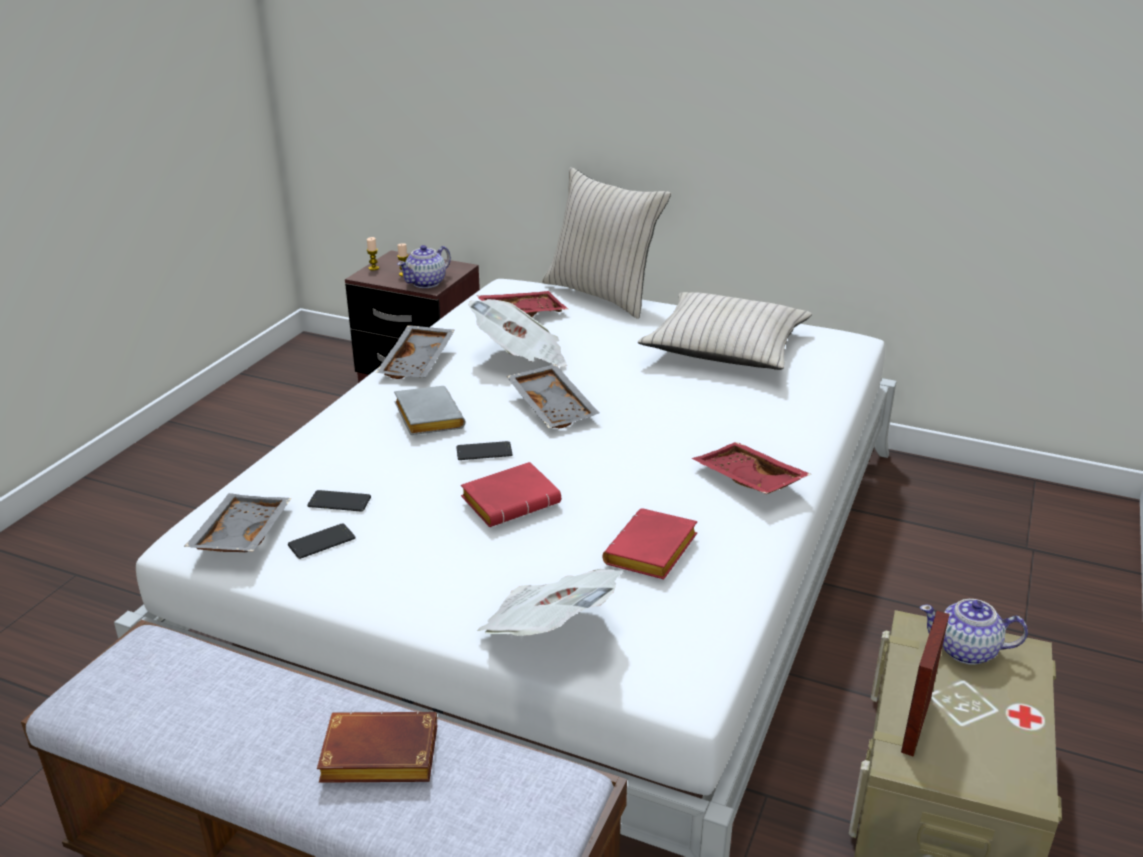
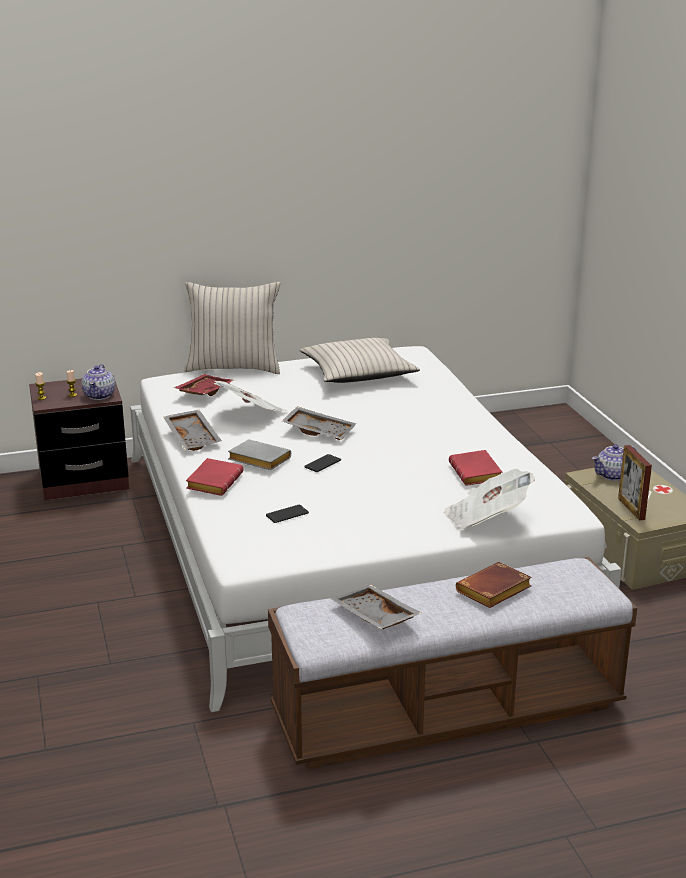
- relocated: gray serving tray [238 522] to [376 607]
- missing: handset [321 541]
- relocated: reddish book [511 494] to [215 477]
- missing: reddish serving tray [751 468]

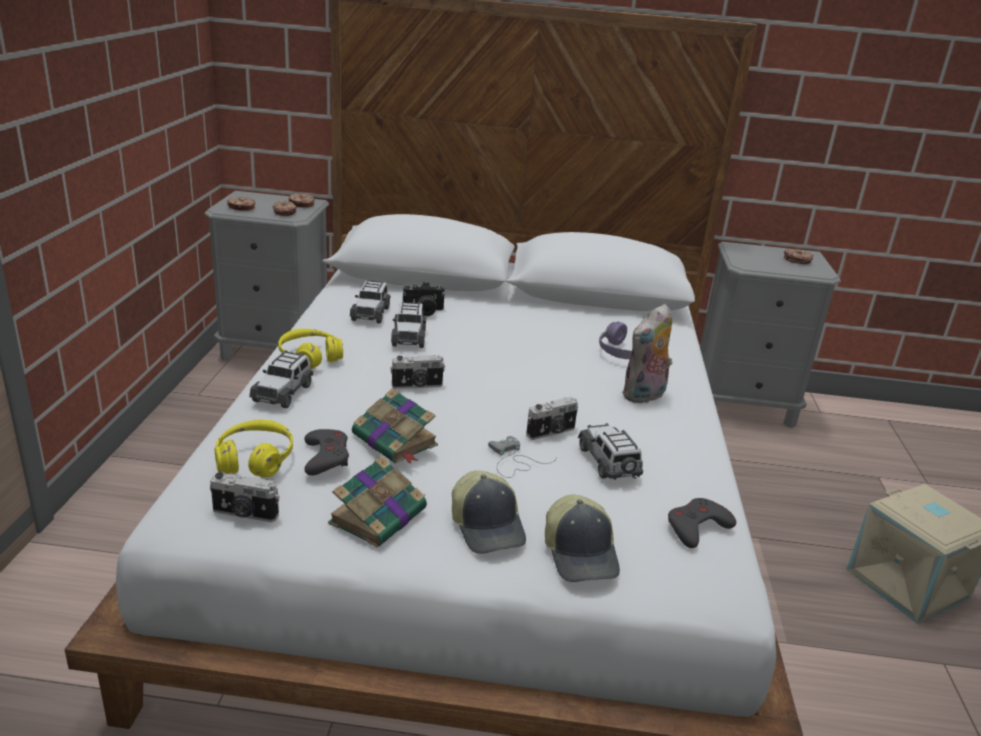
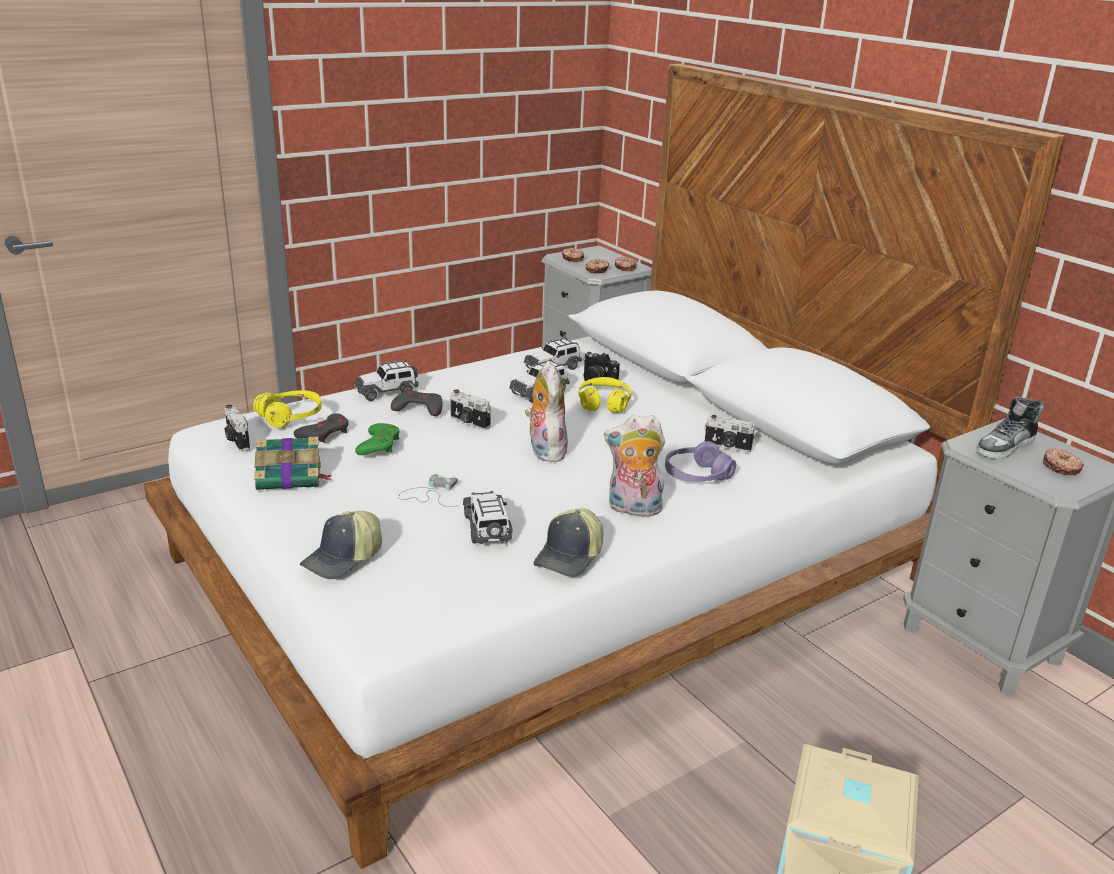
- relocated: yellow pair of headphones [310 349] to [604 395]
- exchanged: book [395 426] to green-coloured gamepad [377 439]
- relocated: cap [489 512] to [568 542]
- relocated: photo camera [552 418] to [730 433]
- spun: toy car [610 451] = [487 517] 45 degrees counterclockwise
- relocated: gray gamepad [702 523] to [416 402]
- appeared: soft toy [546 411]
- appeared: shoe [1010 428]

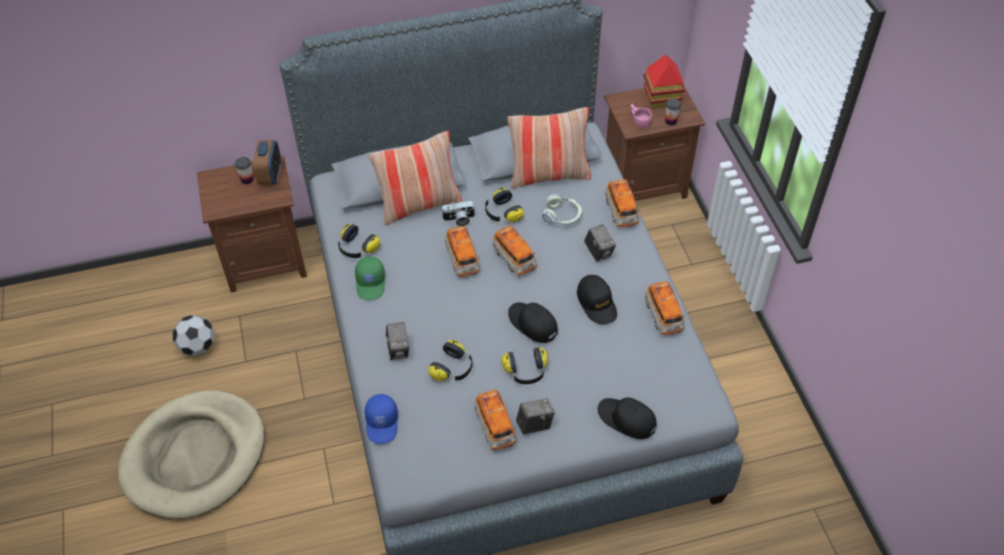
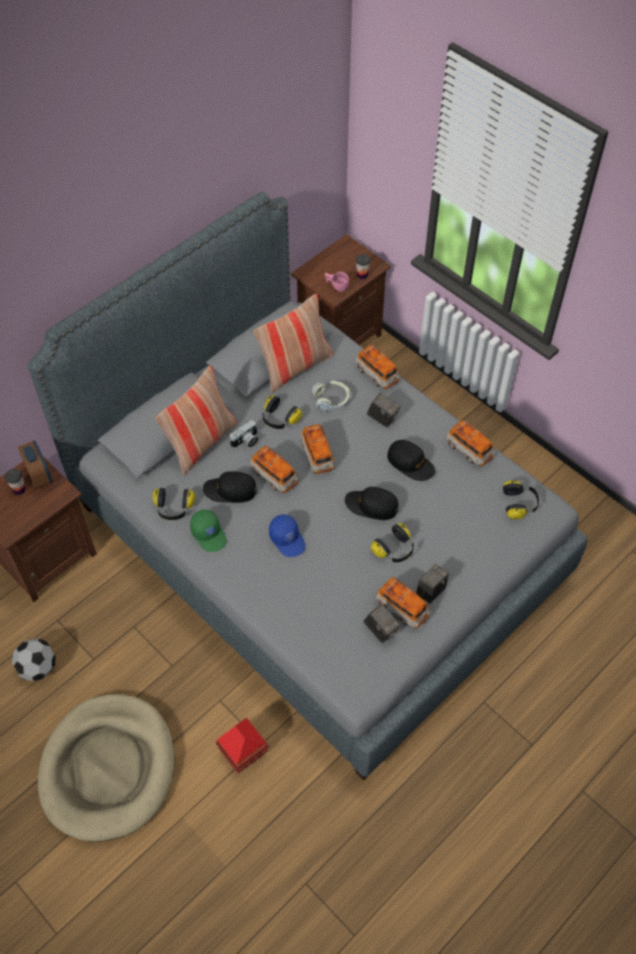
- relocated: blue-coloured cap [381 419] to [287 535]
- relocated: photo camera [397 341] to [382 623]
- relocated: pair of headphones [450 361] to [521 500]
- spun: toy car [514 250] = [318 449] 45 degrees clockwise
- relocated: black-coloured cap [627 418] to [230 487]
- relocated: miniature house [664 81] to [242 745]

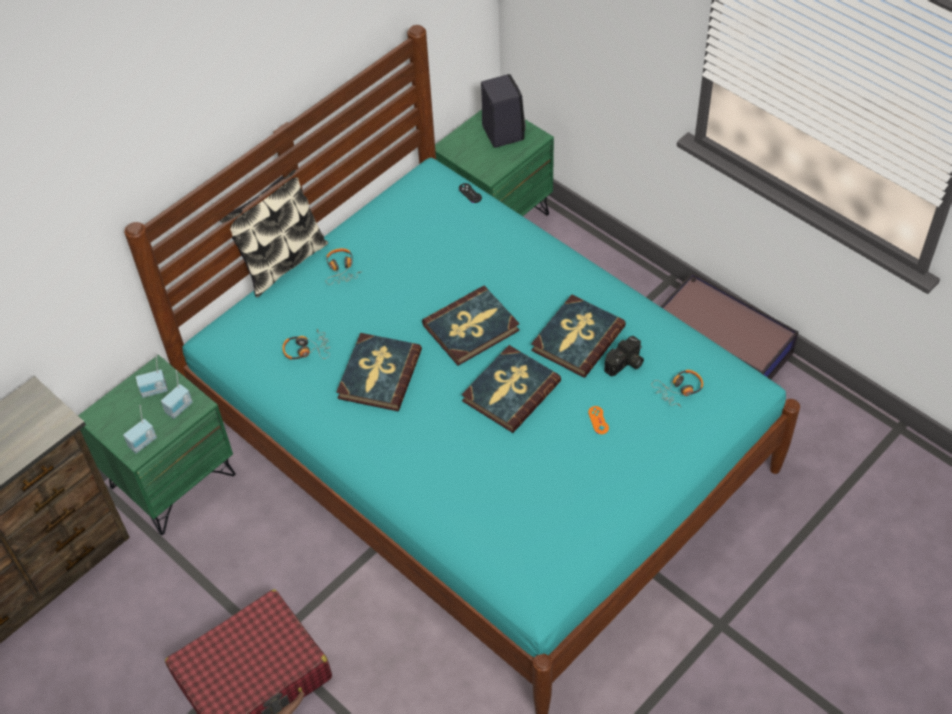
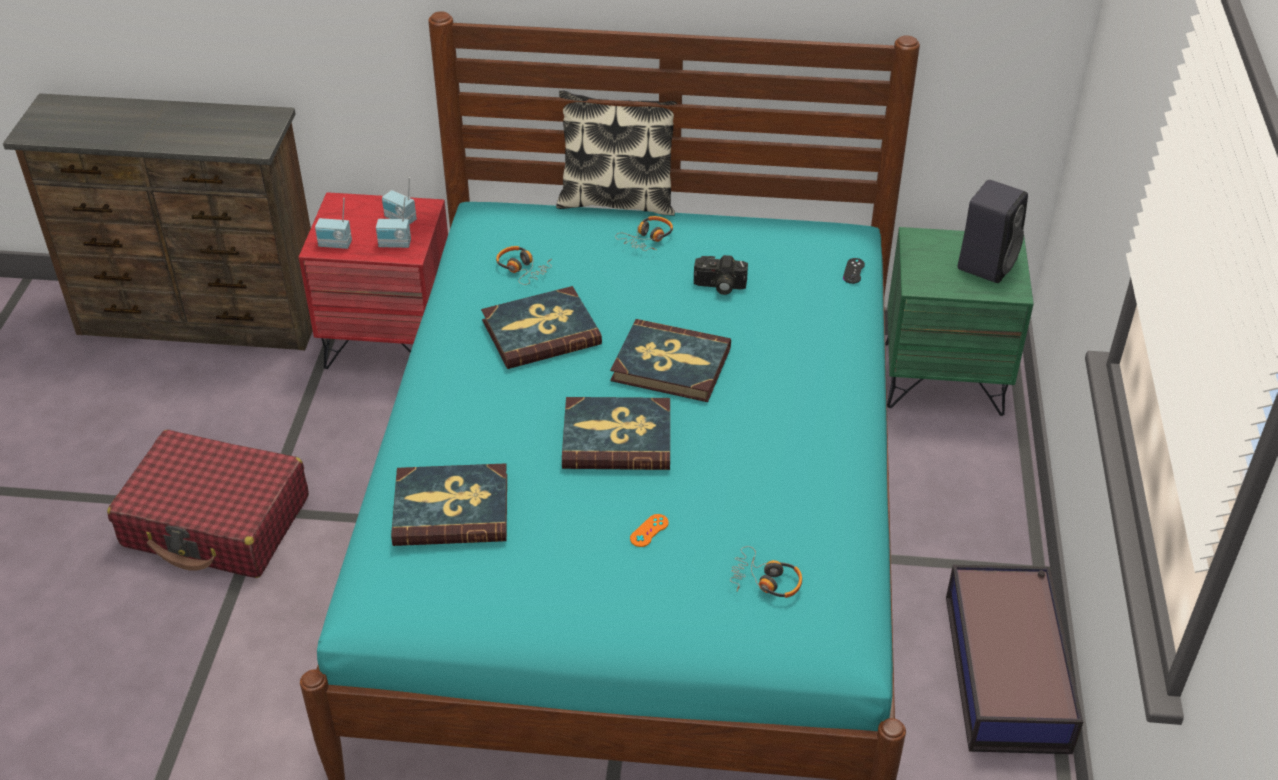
- colour: green-coloured bedside table [157 445] to reddish bedside table [373 280]
- relocated: book [578 336] to [449 504]
- relocated: photo camera [624 356] to [721 275]

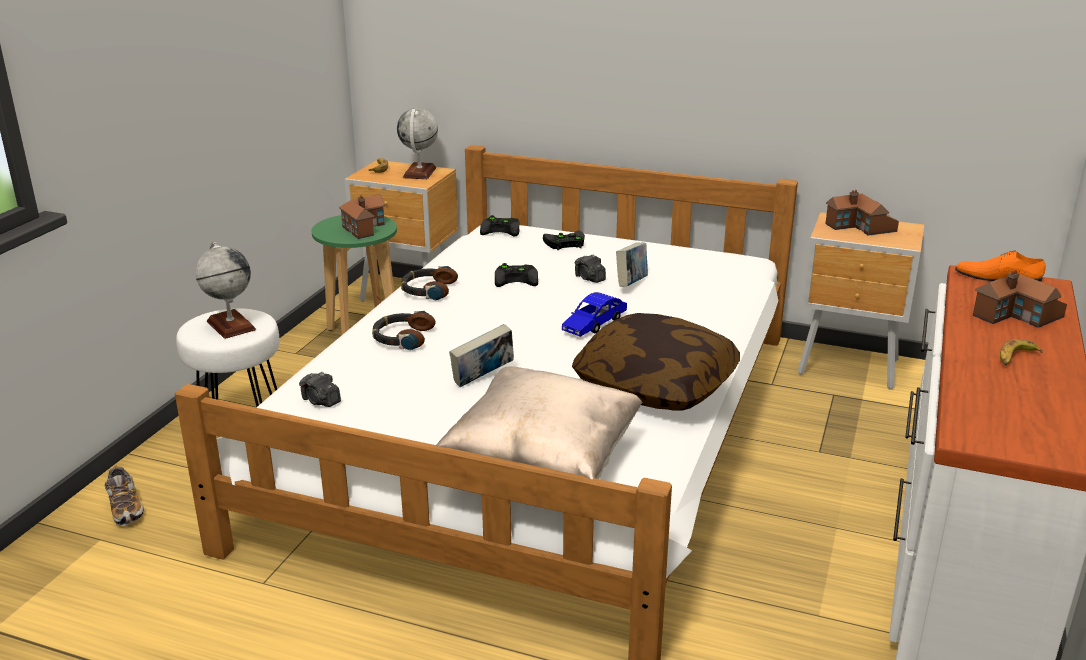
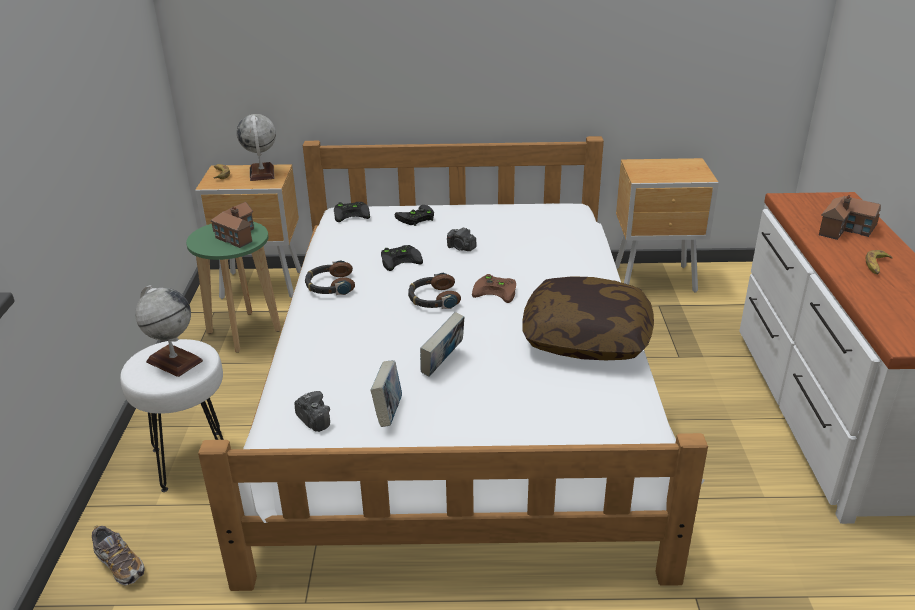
- spun: photo camera [320 389] = [312 411] 150 degrees counterclockwise
- relocated: pair of headphones [403 330] to [434 290]
- missing: beige cushion [539 422]
- exchanged: blue-coloured toy car [594 314] to brown gamepad [494 288]
- relocated: book [632 265] to [386 393]
- missing: miniature house [862 213]
- missing: orangey shoe [1000 266]

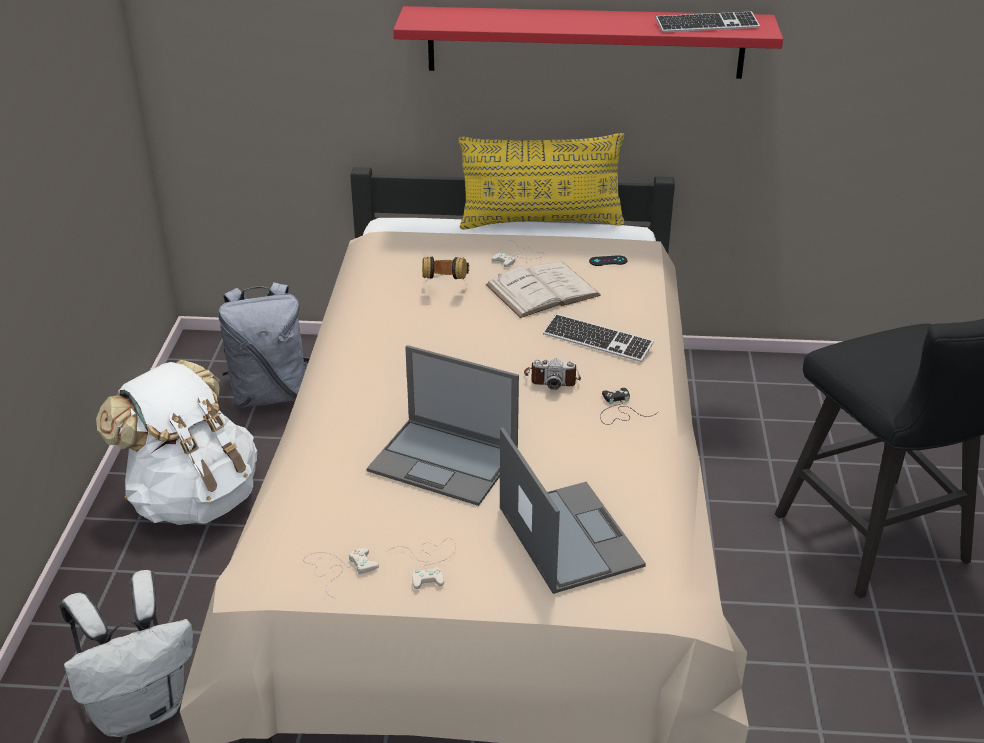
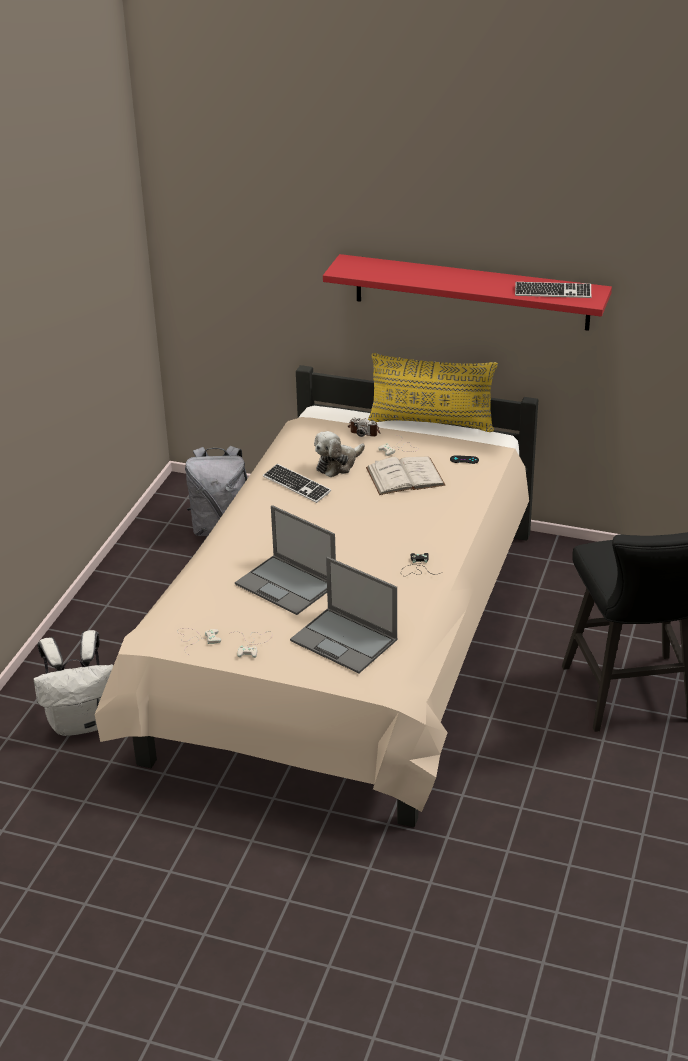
- missing: white-coloured knapsack [176 442]
- exchanged: pair of headphones [445 268] to soft toy [339 454]
- spun: portable computer [573 511] = [343 615] 135 degrees clockwise
- relocated: photo camera [552 374] to [364 427]
- relocated: computer keyboard [598 338] to [297 483]

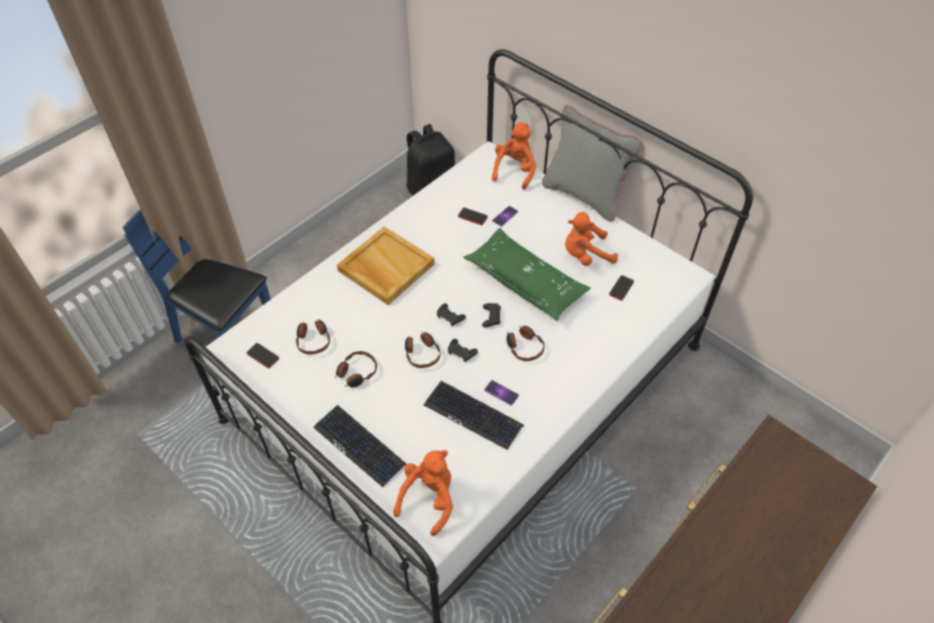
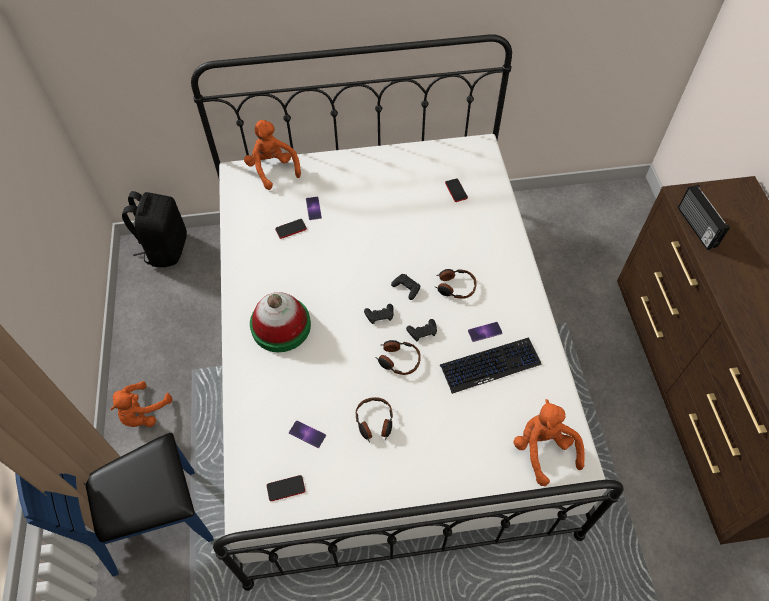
- exchanged: pair of headphones [313 336] to handset [307 434]
- missing: computer keyboard [360 446]
- exchanged: beige serving tray [386 265] to clothing hat [280 322]
- missing: green-coloured cushion [527 274]
- missing: gray cushion [592 163]
- relocated: orangey soft toy [591 239] to [141 404]
- appeared: radio receiver [704 217]

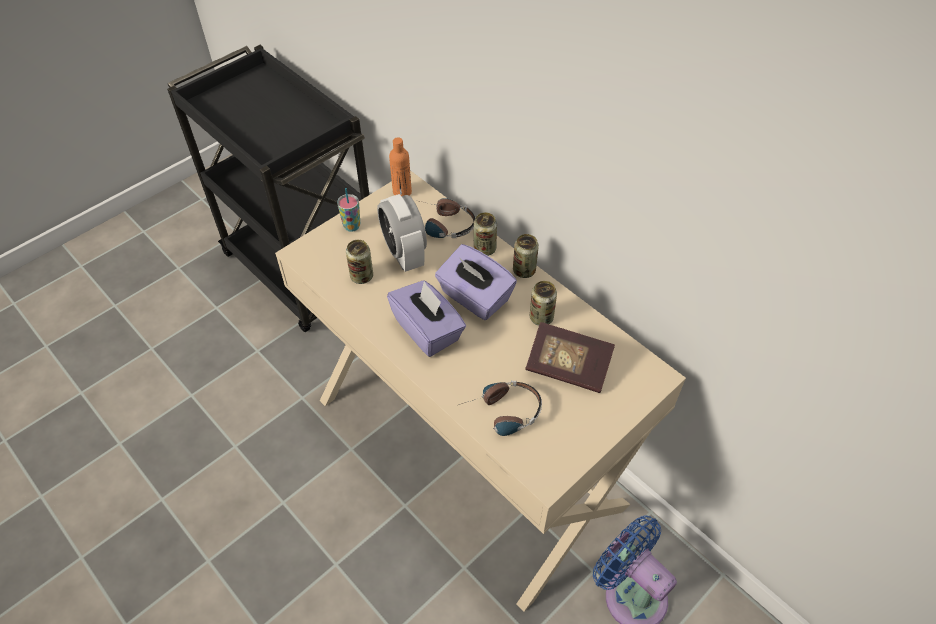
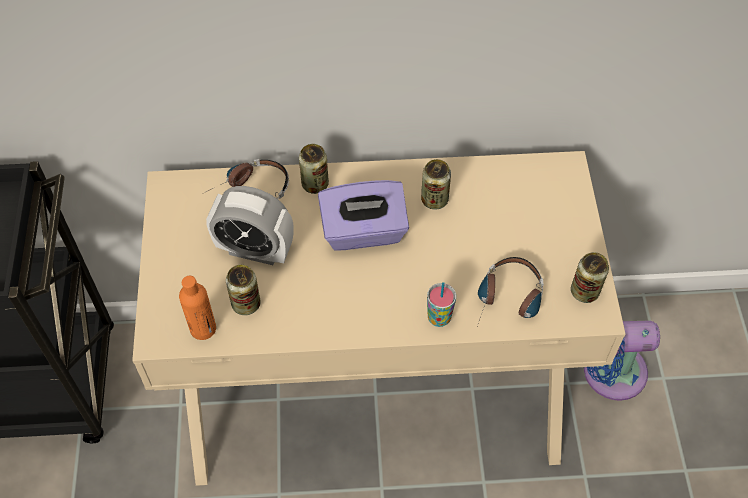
- relocated: small cup [348 210] to [441 304]
- missing: purple tissue box [426 318]
- relocated: orangey bottle [400 166] to [197 308]
- relocated: can [526 256] to [590 277]
- missing: book [570 357]

